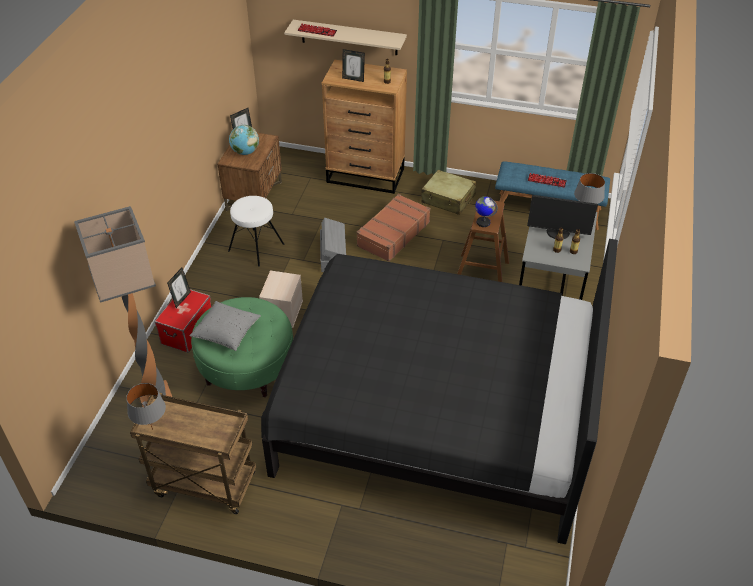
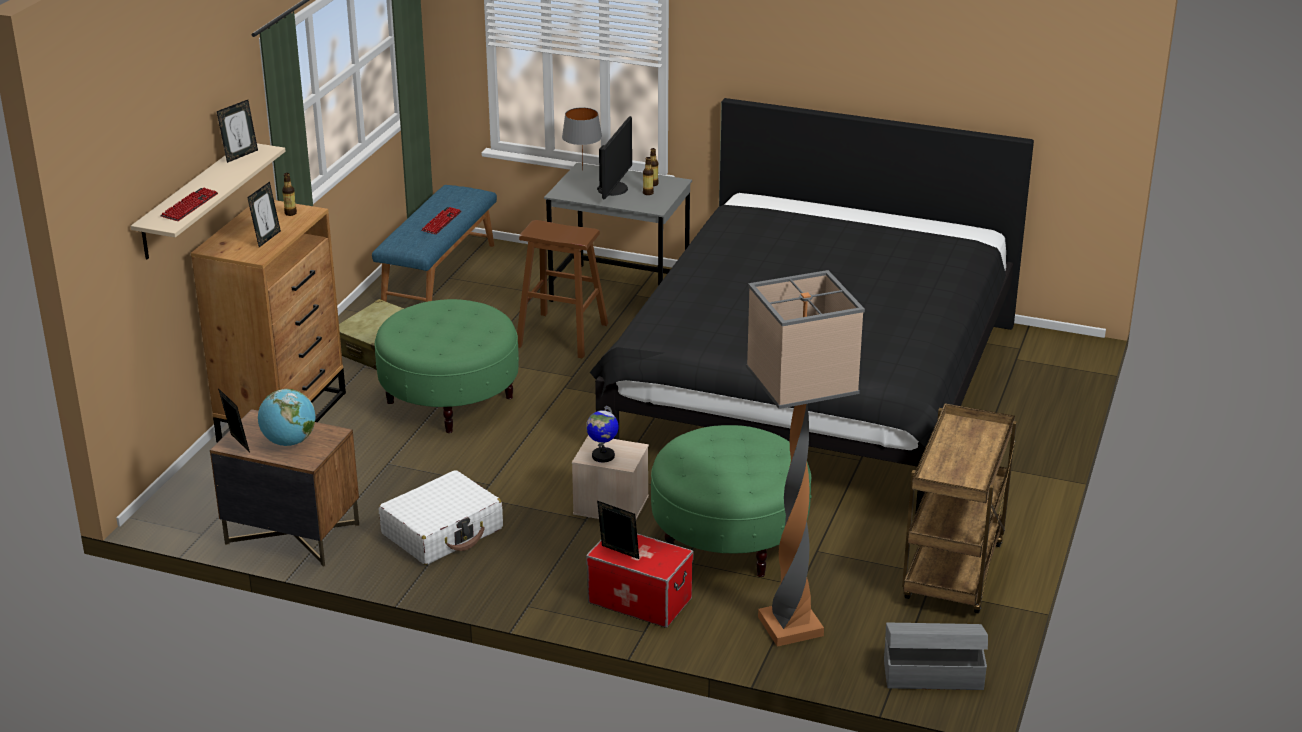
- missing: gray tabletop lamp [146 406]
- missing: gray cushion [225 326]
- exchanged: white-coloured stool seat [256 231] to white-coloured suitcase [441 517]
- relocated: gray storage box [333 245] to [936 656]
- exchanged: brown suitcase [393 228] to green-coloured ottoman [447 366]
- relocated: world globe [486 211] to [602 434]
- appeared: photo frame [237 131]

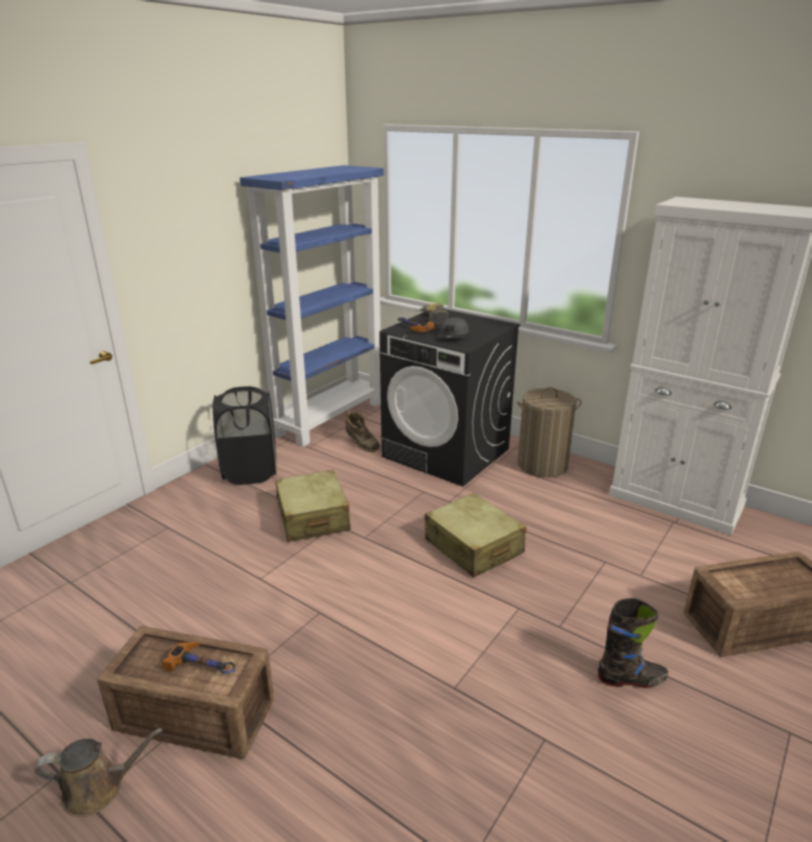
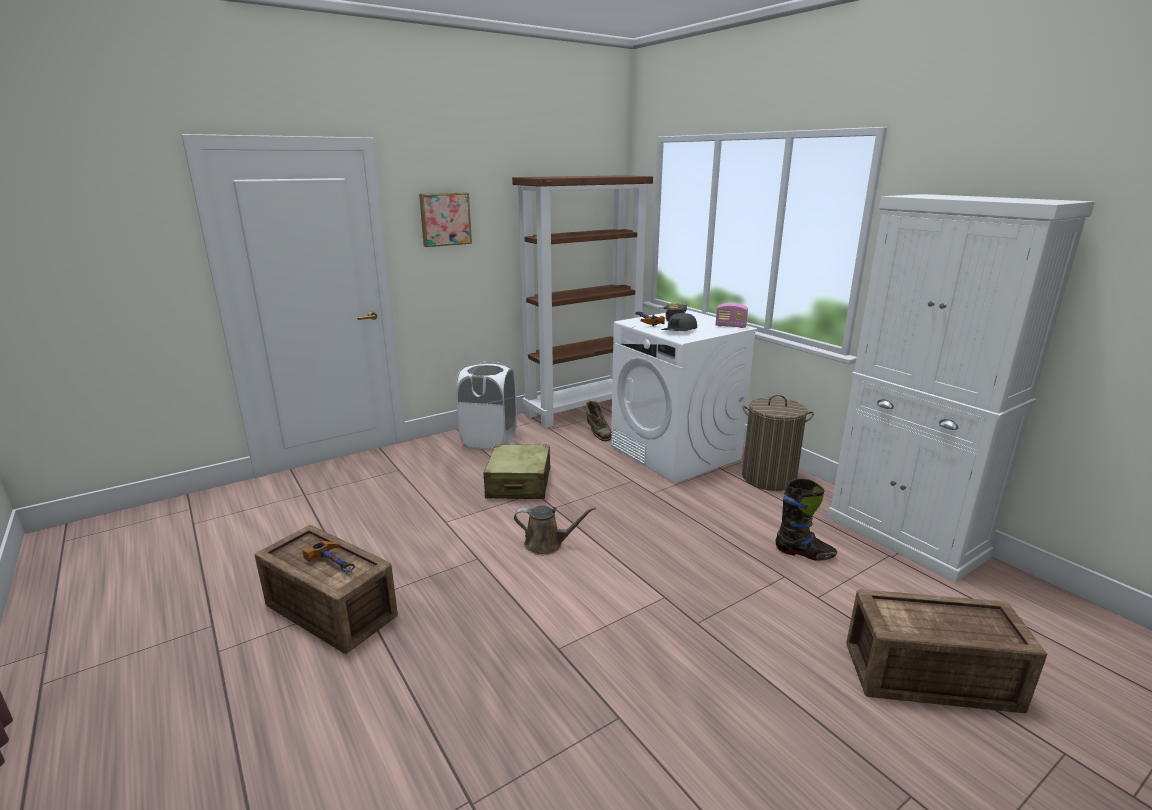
- relocated: brown watering can [98 772] to [555 530]
- colour: black-coloured hamper [244 435] to white-coloured hamper [486 406]
- colour: blue-coloured bookcase [312 306] to brown bookcase [582 301]
- colour: black-coloured laundry appliance [449 398] to white-coloured laundry appliance [684 396]
- missing: beige suitcase [475 535]
- relocated: black-coloured high-top boot [633 643] to [806 520]
- appeared: picture [445 220]
- appeared: radio receiver [732 315]

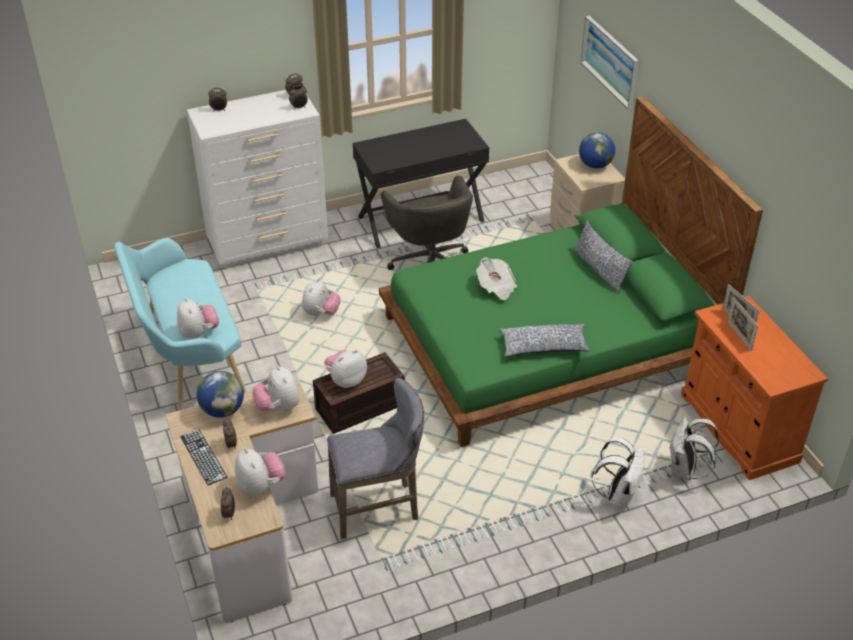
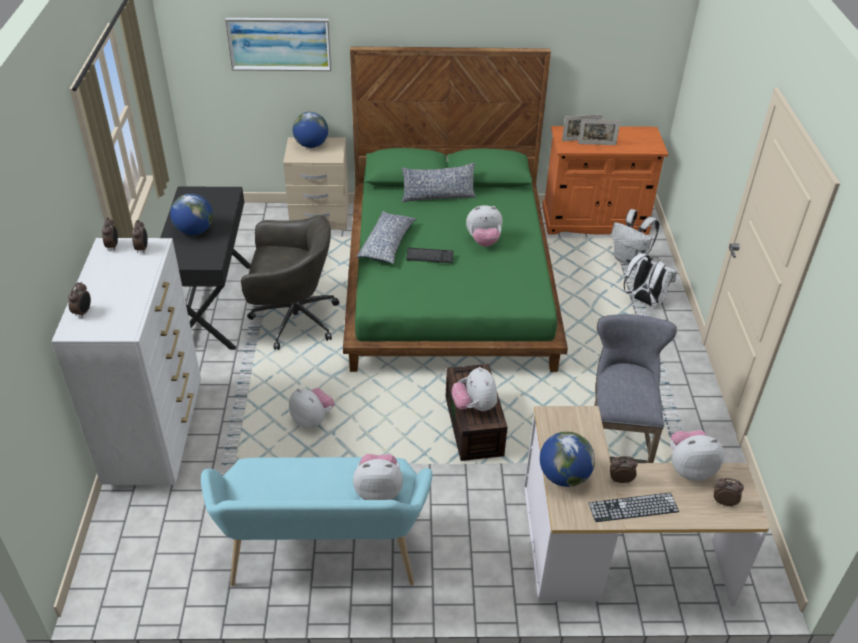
- relocated: soft toy [276 388] to [484 226]
- exchanged: printed paper [496 278] to computer keyboard [430 255]
- relocated: cushion [544 340] to [386 237]
- appeared: world globe [191 214]

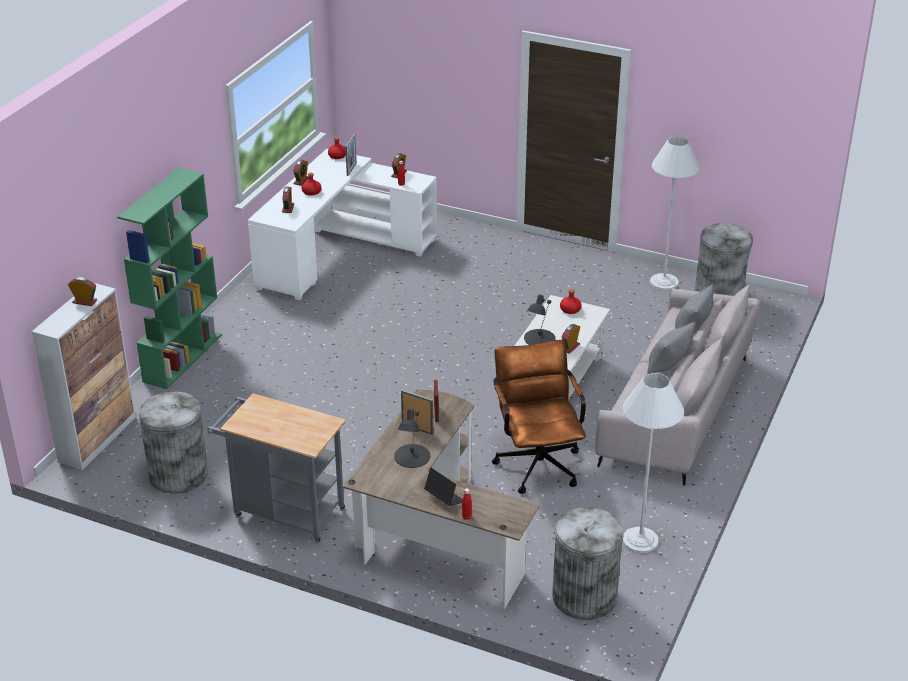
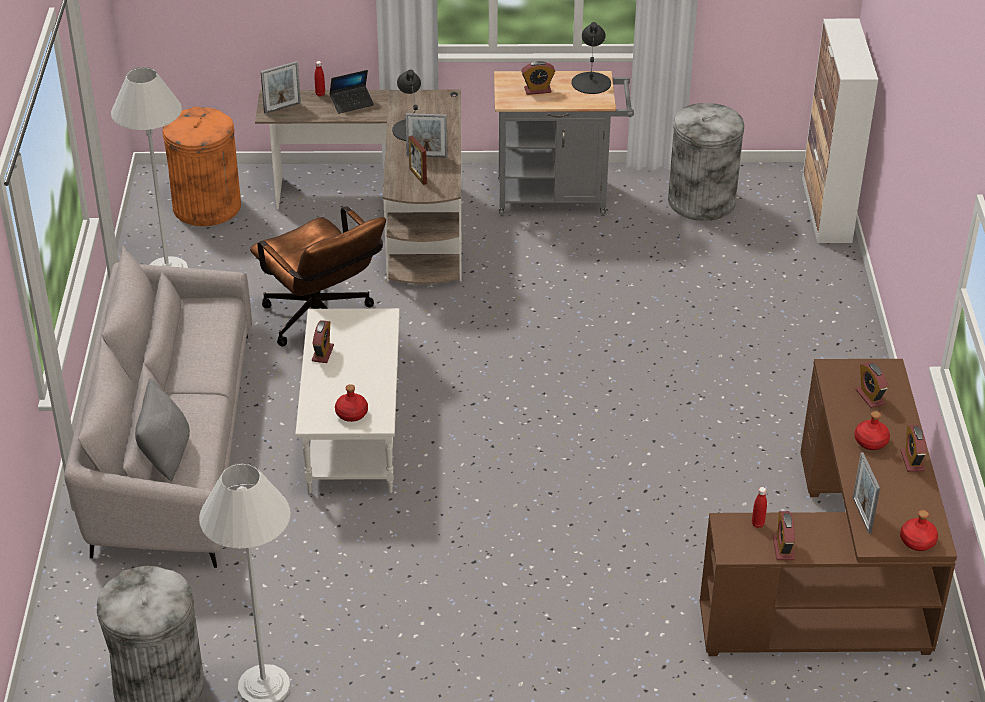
- relocated: alarm clock [82 291] to [538 78]
- missing: green-coloured bookcase [169 278]
- colour: white-coloured desk table [342 224] to brown desk table [828 507]
- spun: portable computer [443 487] = [351 92] 45 degrees counterclockwise
- relocated: black-coloured tabletop lamp [540 319] to [591 58]
- colour: gray rubbish bin [587 563] to orangey rubbish bin [202 166]
- missing: gray cushion [671 348]
- appeared: photo frame [281 87]

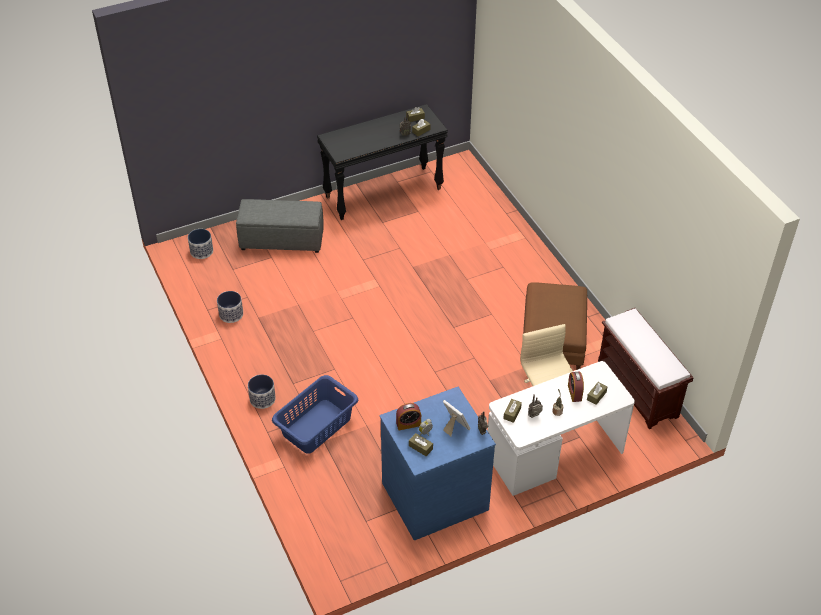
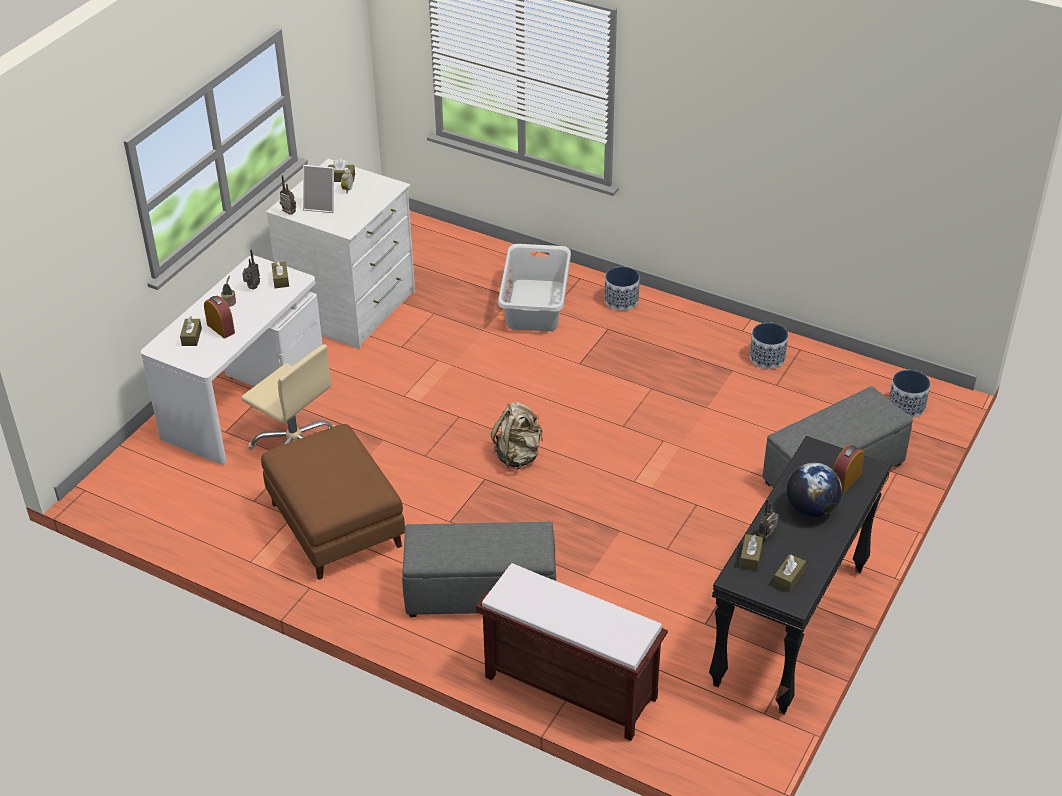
- colour: blue-coloured hamper [315 414] to gray hamper [534 287]
- colour: blue-coloured dresser [437 463] to white-coloured dresser [340 254]
- relocated: alarm clock [408 416] to [848 469]
- relocated: brown indoor bench [646 368] to [572 652]
- appeared: gray ottoman [479 569]
- appeared: beige knapsack [517 436]
- appeared: world globe [814 490]

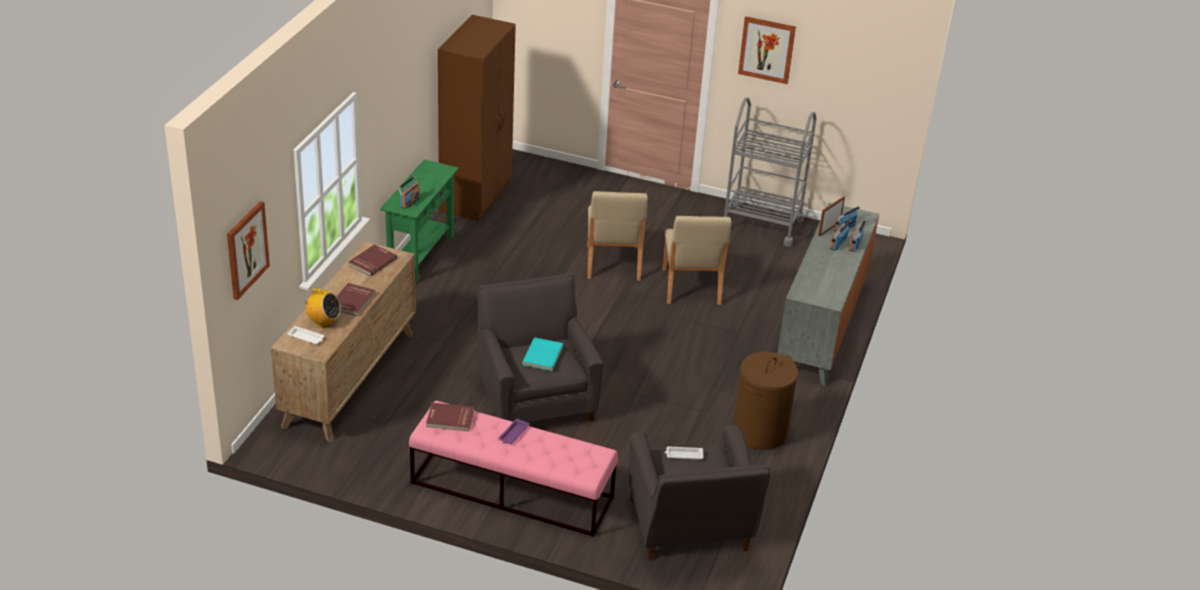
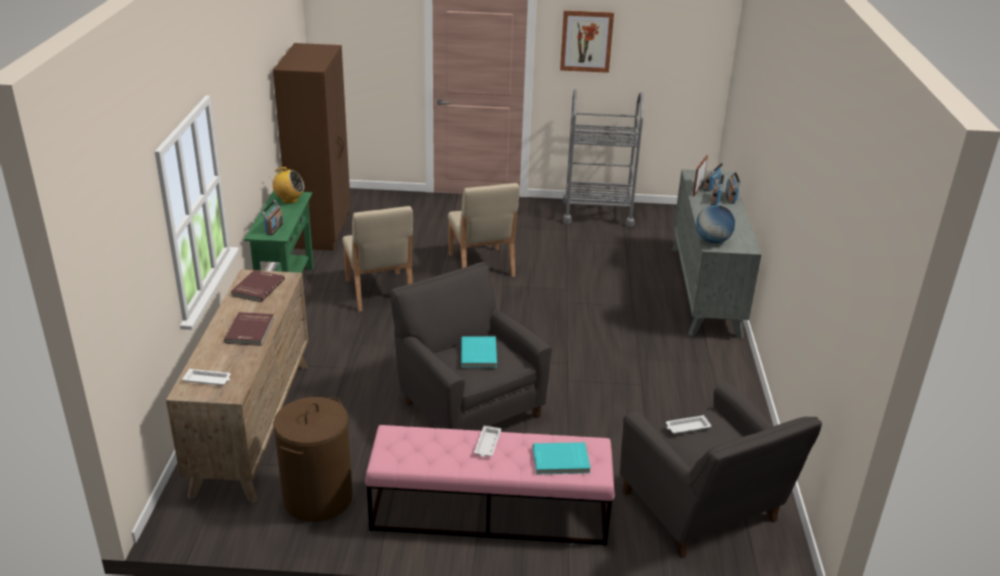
- missing: picture [248 250]
- relocated: radio receiver [322 308] to [287 185]
- missing: reddish book [450 417]
- colour: purple serving tray [513 431] to white-coloured serving tray [487 441]
- relocated: beige upright chair [697 260] to [378 259]
- relocated: brown hamper [765 401] to [313 459]
- appeared: turquoise-coloured book [562 458]
- appeared: world globe [715 224]

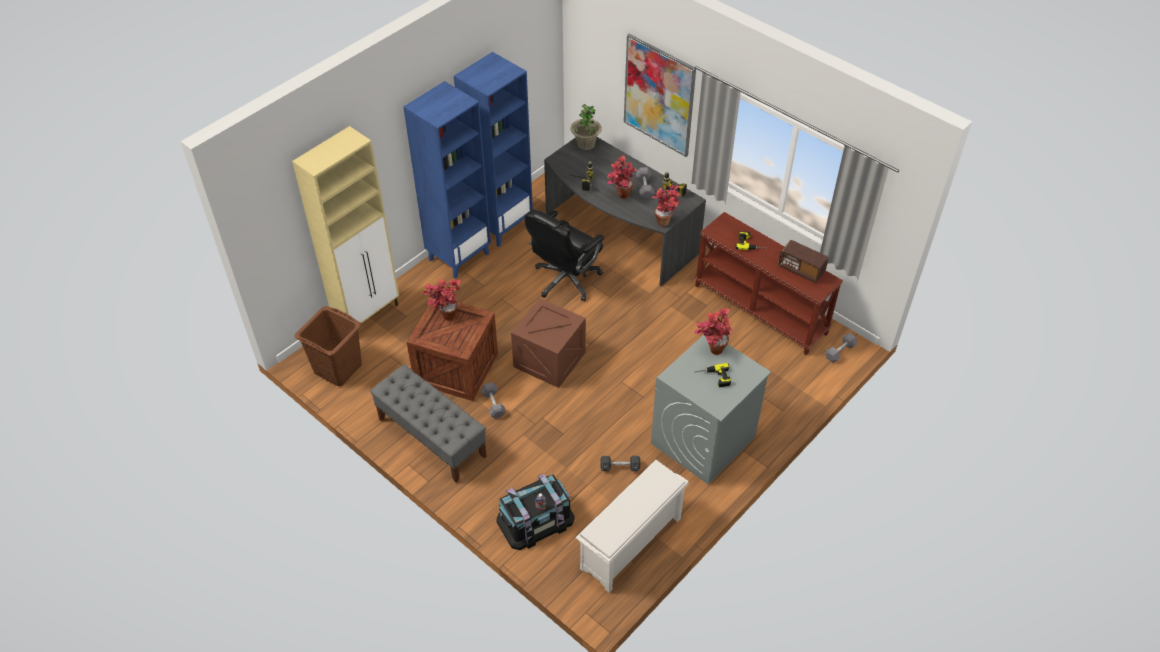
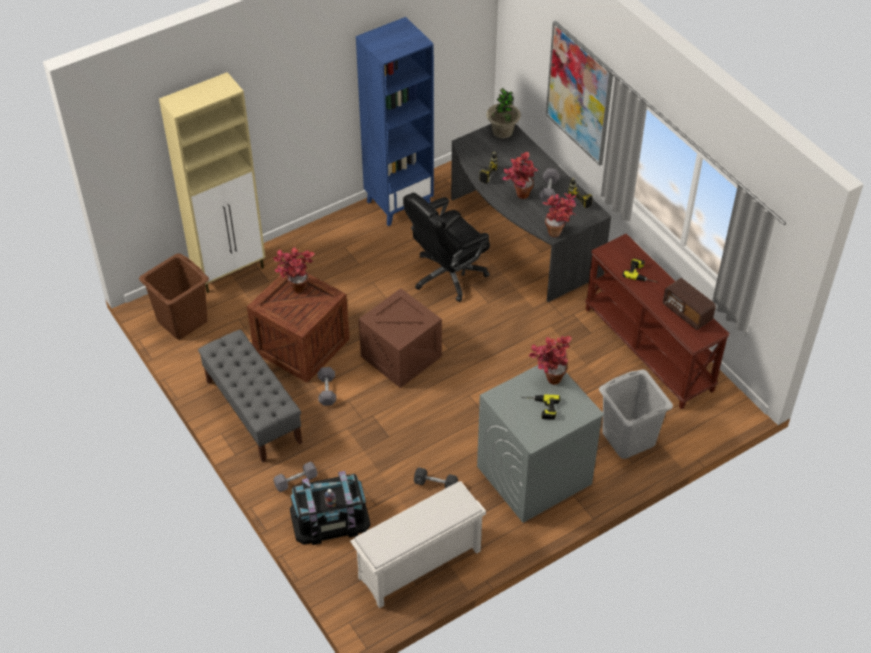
- missing: blue-coloured bookcase [447 180]
- relocated: gray dumbbell [841 348] to [295 477]
- appeared: gray hamper [636 414]

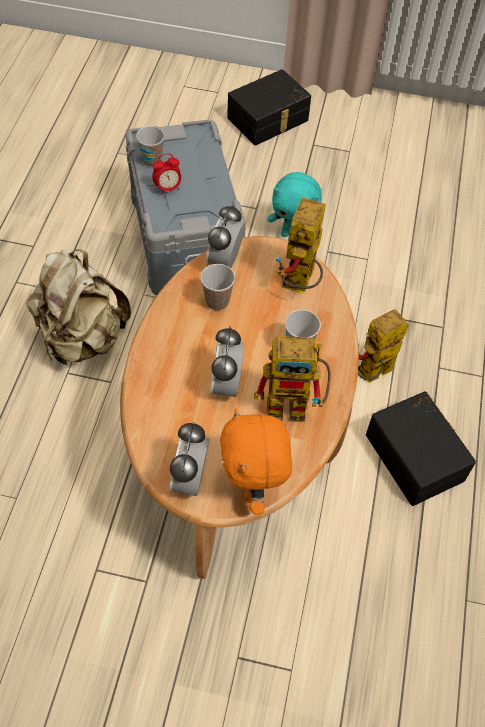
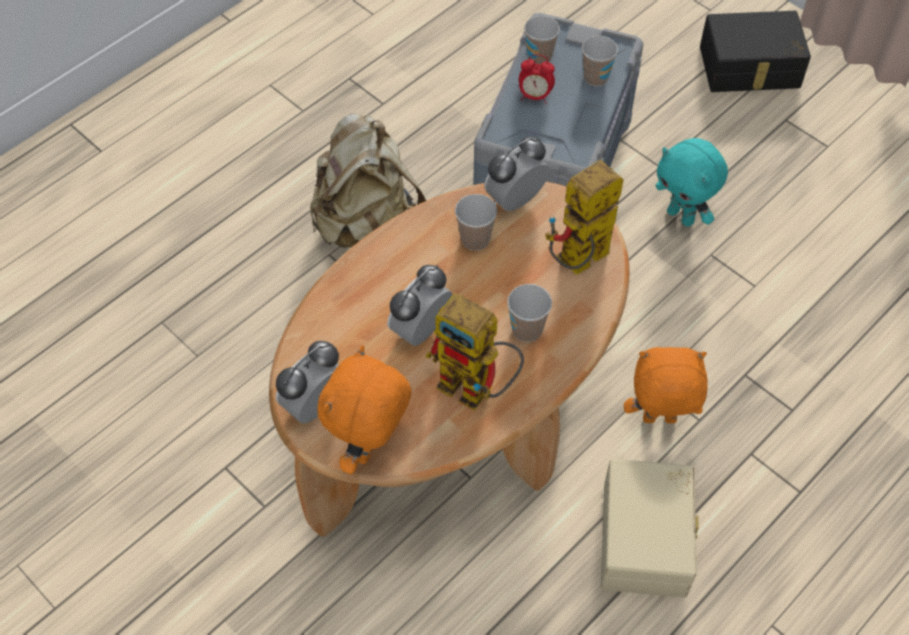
- exchanged: toy robot [383 346] to orangey soft toy [666 385]
- colour: black-coloured storage box [421 448] to beige storage box [650 528]
- appeared: small cup [600 61]

